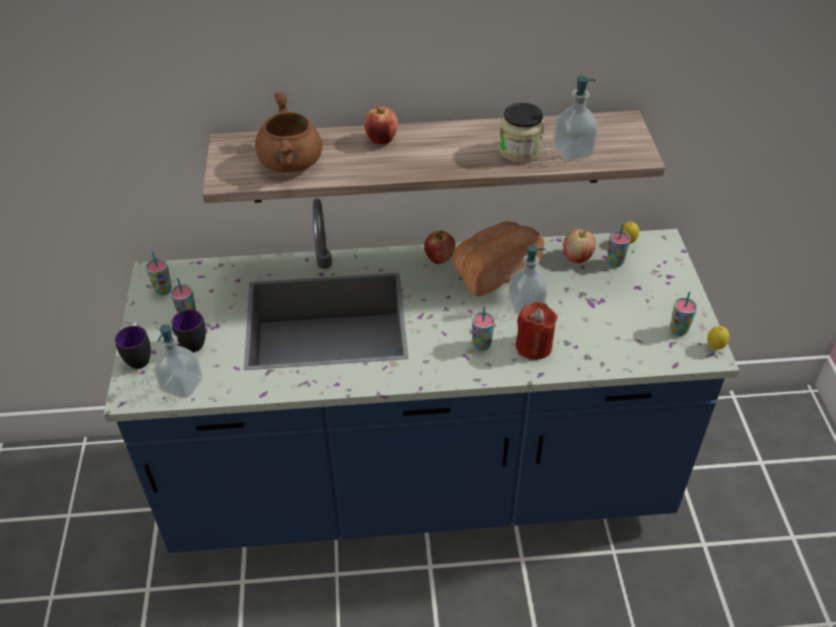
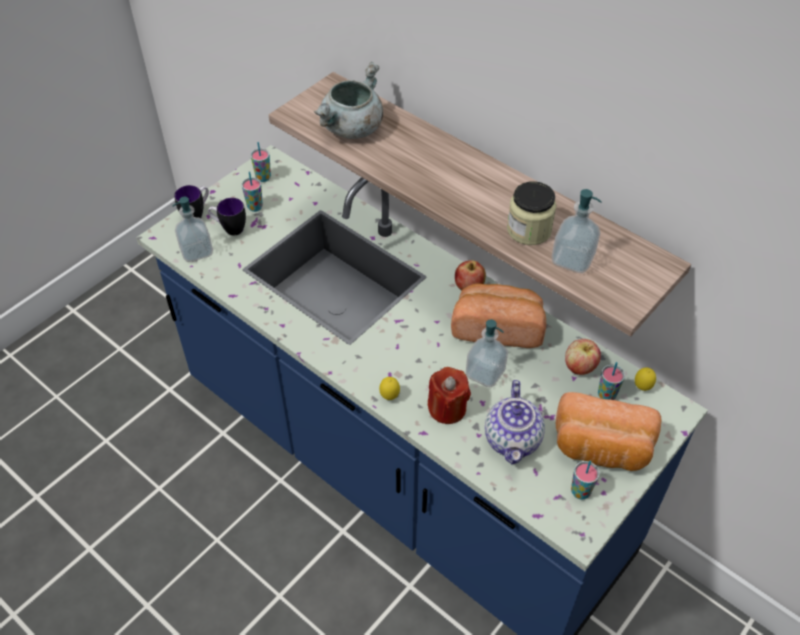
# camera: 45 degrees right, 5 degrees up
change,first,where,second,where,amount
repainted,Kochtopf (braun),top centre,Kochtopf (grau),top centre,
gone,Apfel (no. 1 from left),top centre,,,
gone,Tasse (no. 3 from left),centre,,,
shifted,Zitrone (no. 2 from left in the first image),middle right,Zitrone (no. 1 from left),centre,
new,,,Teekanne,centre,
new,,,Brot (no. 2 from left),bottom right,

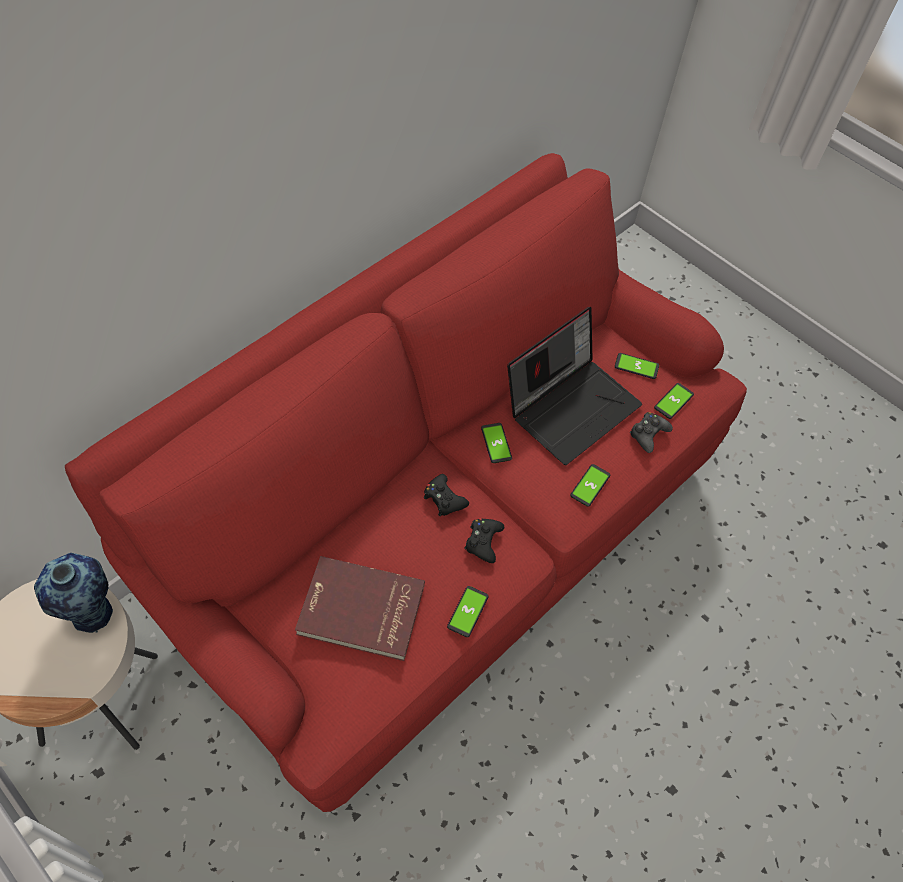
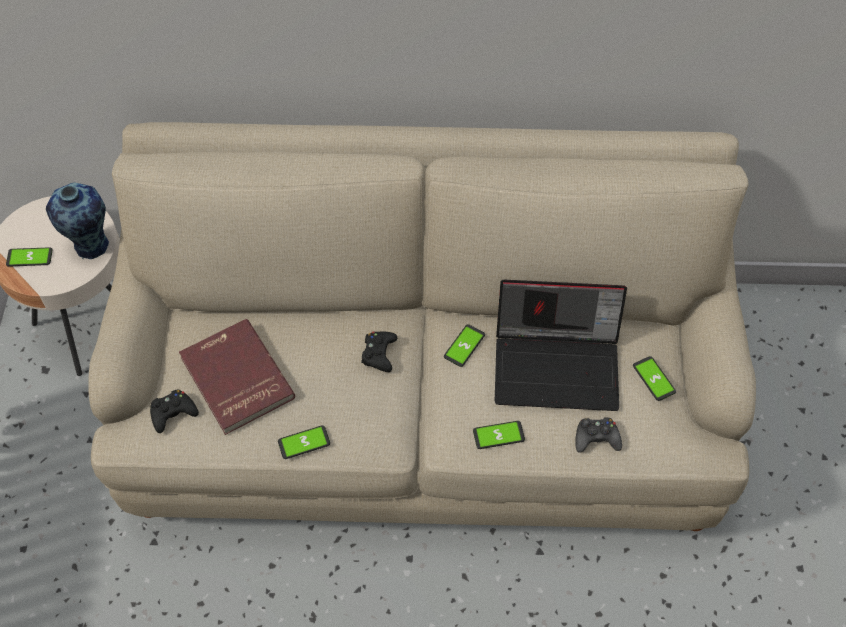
# camera: 50 degrees right, 0 degrees up
change,first,where,second,where,amount
repainted,Sofa (rot),centre,Sofa (beige),centre,
shifted,Gamepad (schwarz) (no. 2 from left in the first image),centre,Gamepad (schwarz) (no. 1 from left),middle left,
shifted,Handy (no. 5 from left in the first image),middle right,Handy (no. 1 from left),middle left,

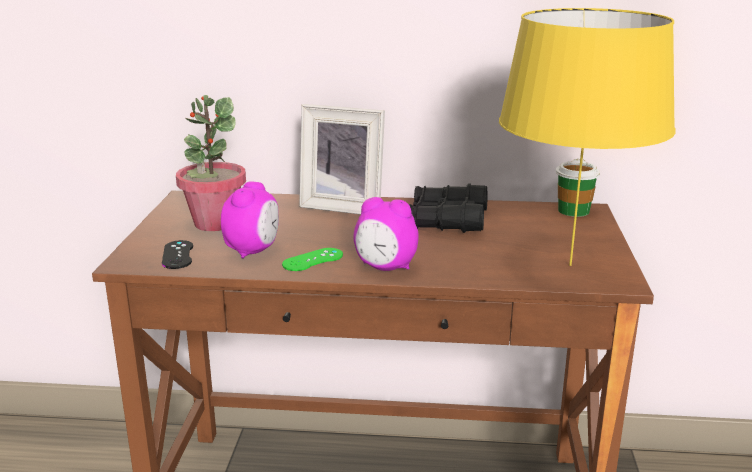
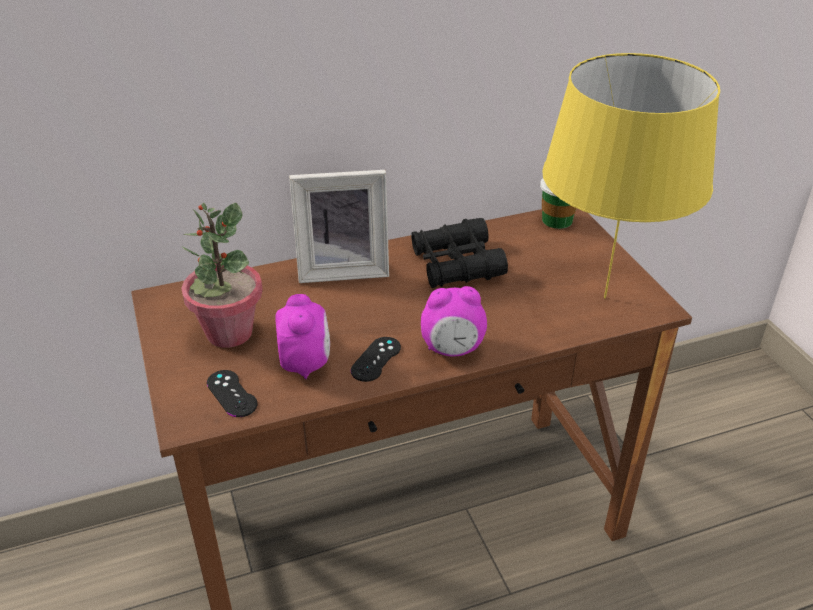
# camera: 25 degrees left, 15 degrees up
change,first,where,second,where,amount
repainted,Gamepad (grün),centre,Gamepad (schwarz) (no. 2 from left),centre,

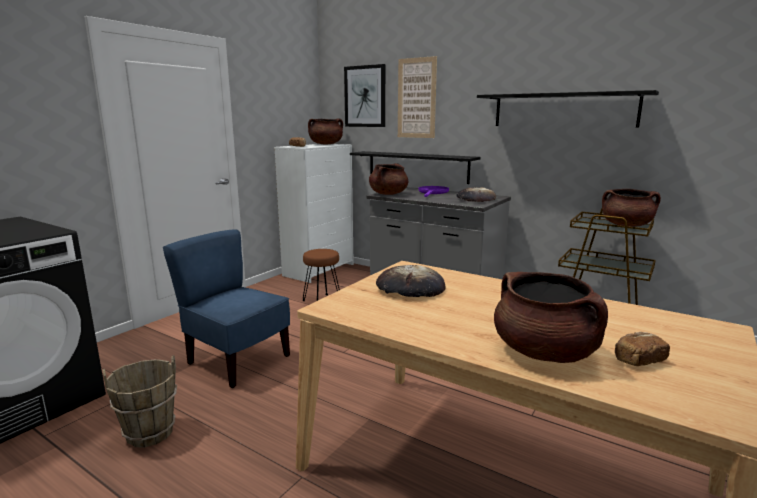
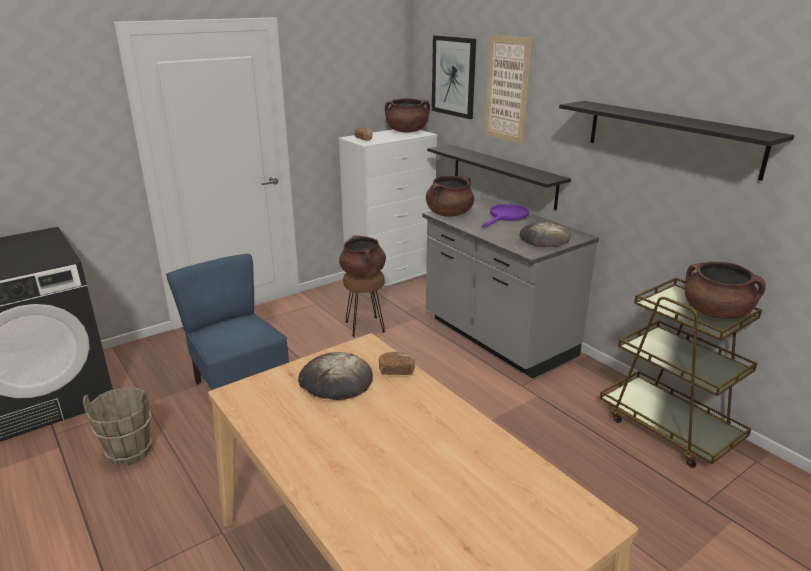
# camera: 20 degrees right, 10 degrees up
change,first,where,second,where,amount
shifted,Kochtopf (braun) (no. 3 from left in the first image),middle right,Kochtopf (braun) (no. 1 from left),centre,
shifted,Brot (no. 4 from left in the first image),bottom right,Brot (no. 3 from left),centre,

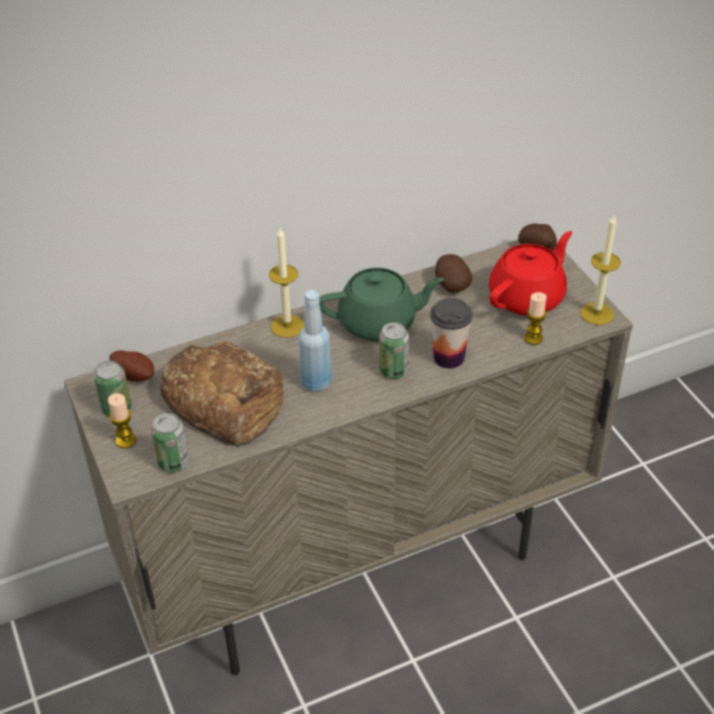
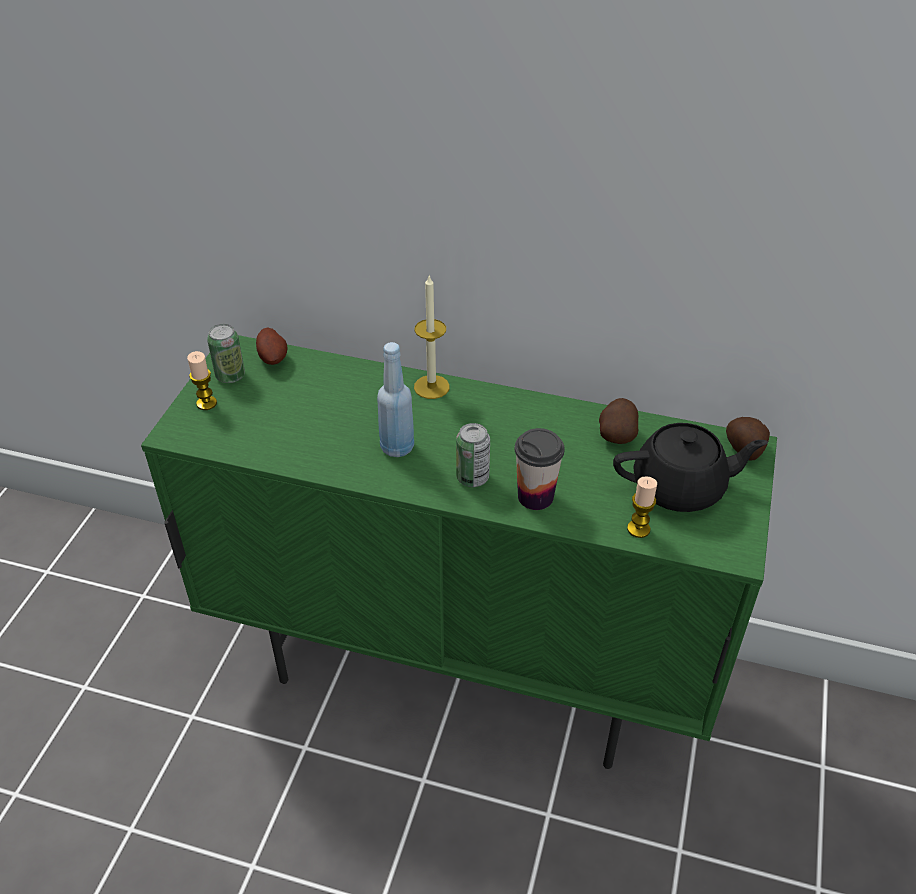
# camera: 40 degrees right, 0 degrees up
change,first,where,second,where,amount
repainted,Schrank (beige),centre,Schrank (grün),centre,
gone,Dose (no. 2 from left),middle left,,,
gone,Brot,middle left,,,
gone,Teekanne (grün),centre,,,
repainted,Teekanne (rot),middle right,Teekanne (schwarz),middle right,
gone,Kerze (no. 4 from left),middle right,,,

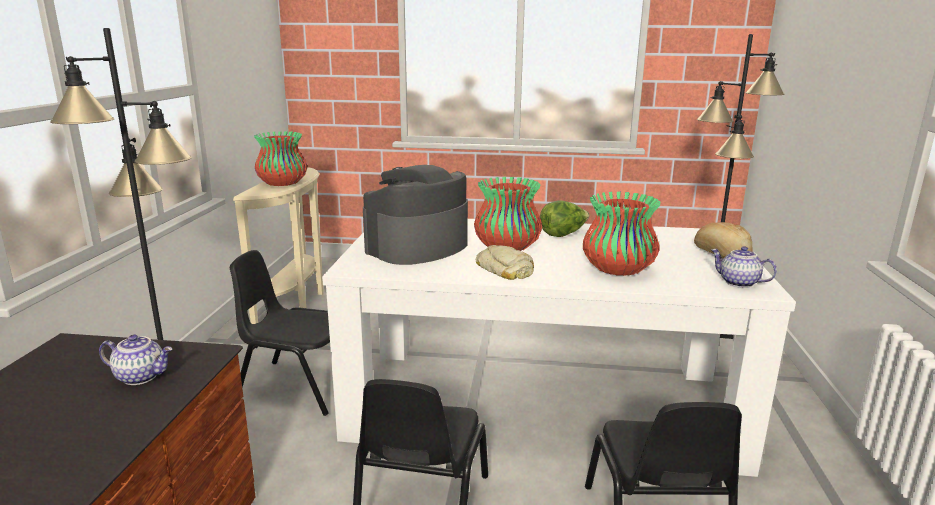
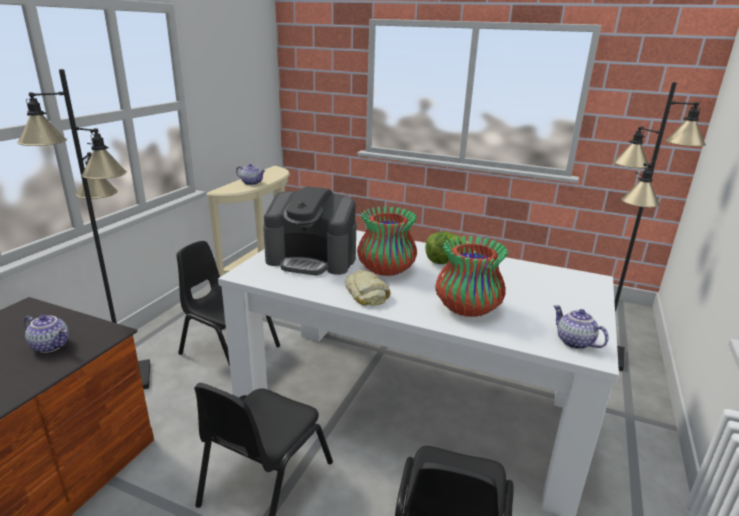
# camera: 15 degrees right, 5 degrees up
change,first,where,second,where,amount
swapped,Vase (no. 1 from left),top left,Teekanne (no. 2 from left),centre,
rotated,Kaffeemaschine,centre,,centre,135 degrees counterclockwise
gone,Brot (no. 2 from left),middle right,,,

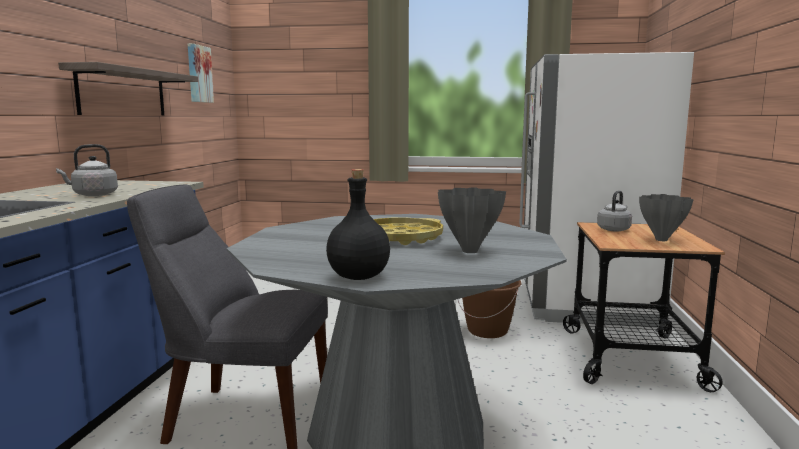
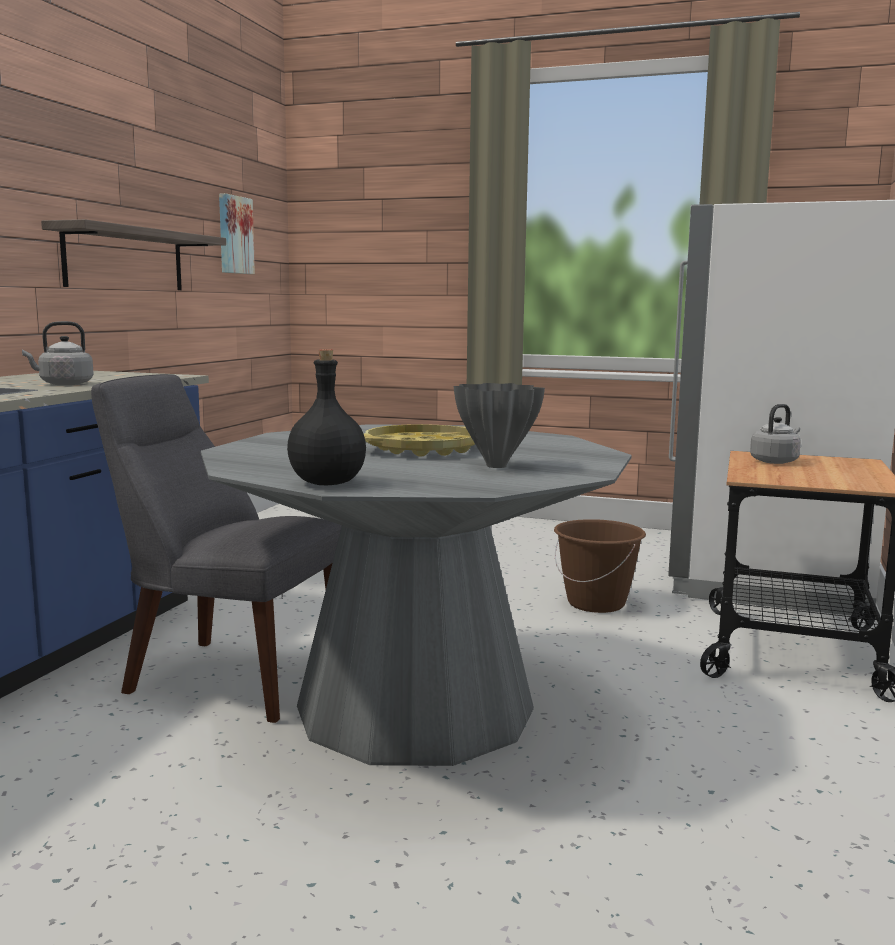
# camera: 10 degrees right, 0 degrees up
change,first,where,second,where,amount
gone,Vase (grau) (no. 2 from left),middle right,,,

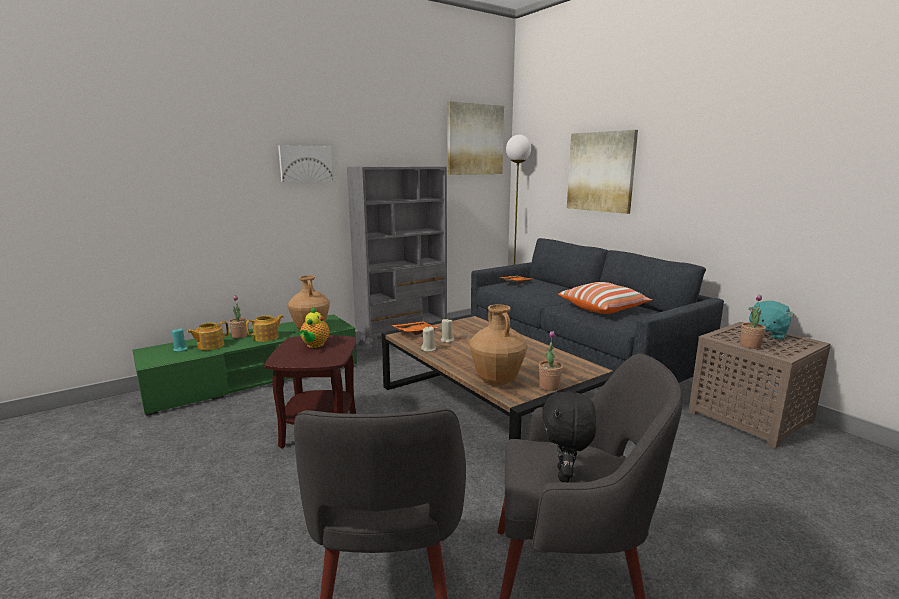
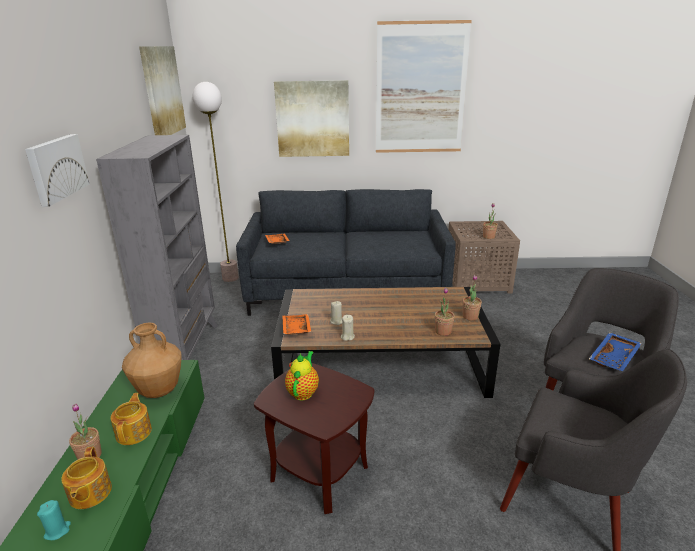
# camera: 55 degrees left, 10 degrees up
change,first,where,second,where,amount
rotated,Teekanne (no. 3 from left),centre,,bottom centre,120 degrees counterclockwise
swapped,Vase (braun) (no. 2 from left),centre,Topfpflanze (no. 2 from left),centre,
swapped,Plüschtier (schwarz),bottom centre,Tablett (blau),middle right,
gone,Kissen,middle right,,,
gone,Plüschtier (türkis),middle right,,,
new,,,Bild (no. 4 from left),top centre,

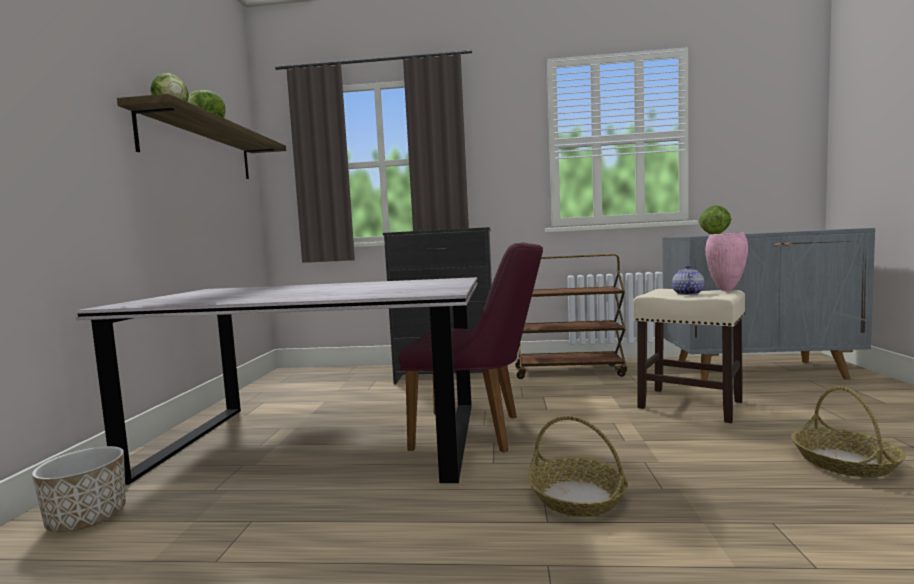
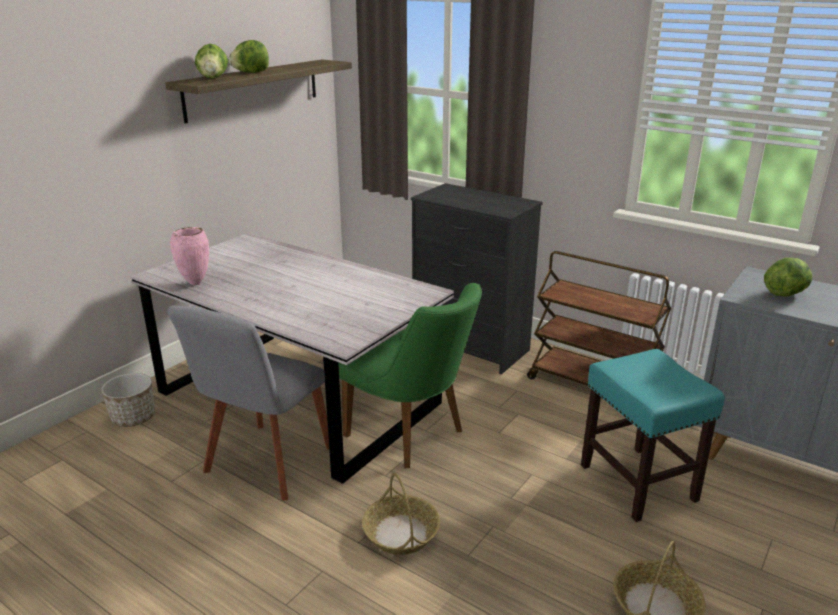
# camera: 30 degrees right, 20 degrees up
change,first,where,second,where,amount
repainted,Stuhl (lila),centre,Stuhl (grün),centre,
repainted,Hocker (beige),middle right,Hocker (türkis),bottom right,
gone,Teekanne,middle right,,,
shifted,Vase (rosa),middle right,,middle left,
new,,,Stuhl (grau),middle left,

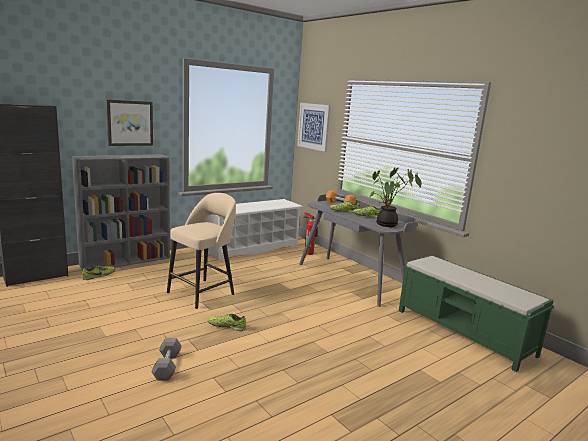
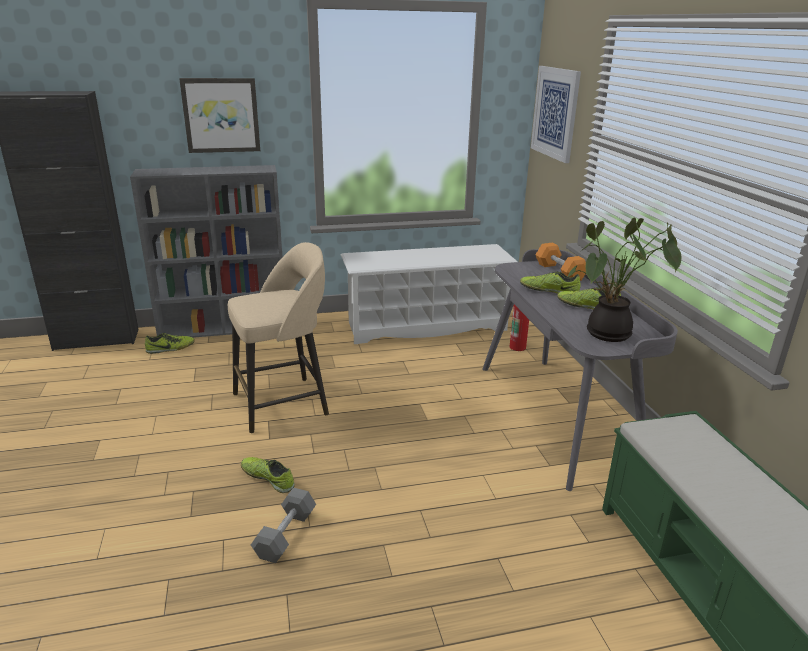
# camera: 25 degrees right, 10 degrees up
change,first,where,second,where,amount
shifted,Hantel (grau),bottom left,,bottom centre,

